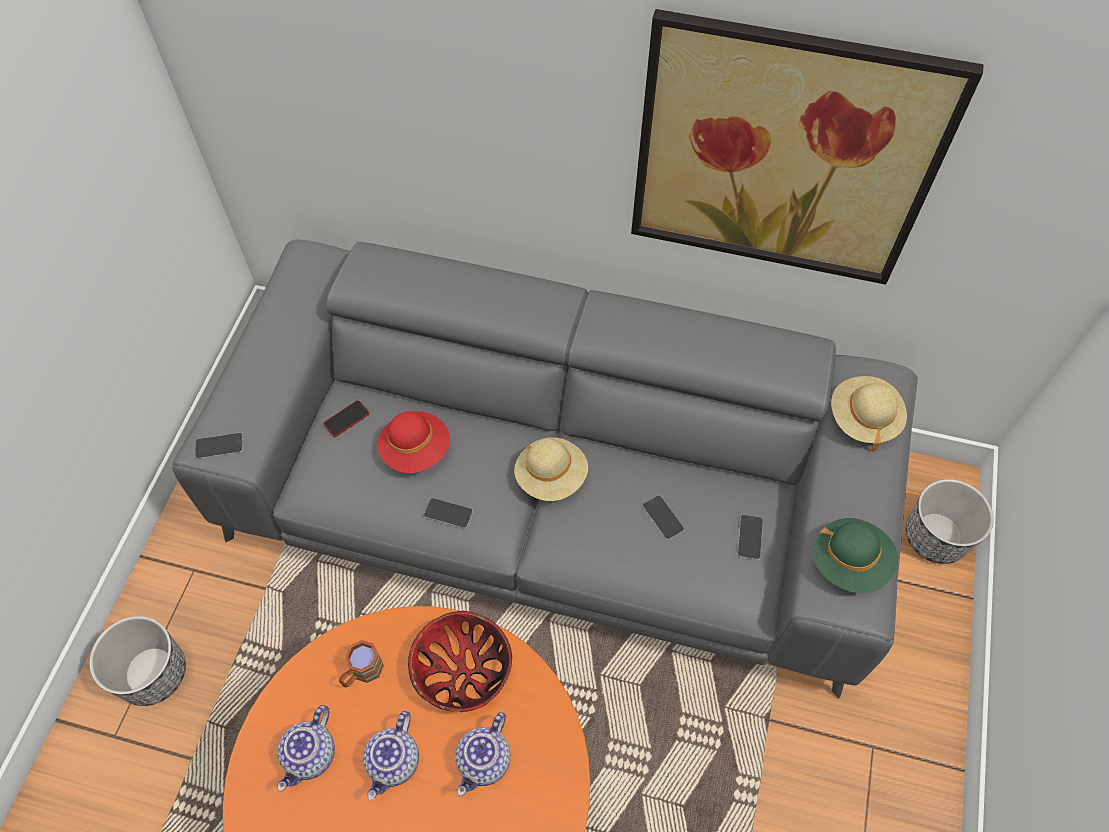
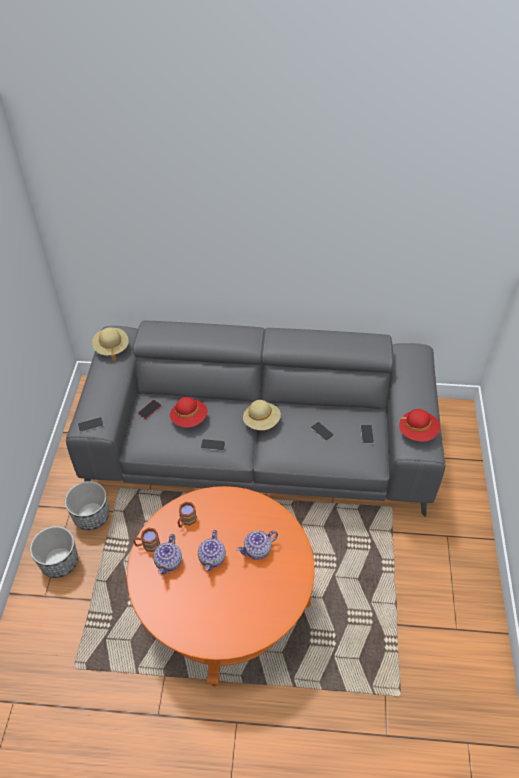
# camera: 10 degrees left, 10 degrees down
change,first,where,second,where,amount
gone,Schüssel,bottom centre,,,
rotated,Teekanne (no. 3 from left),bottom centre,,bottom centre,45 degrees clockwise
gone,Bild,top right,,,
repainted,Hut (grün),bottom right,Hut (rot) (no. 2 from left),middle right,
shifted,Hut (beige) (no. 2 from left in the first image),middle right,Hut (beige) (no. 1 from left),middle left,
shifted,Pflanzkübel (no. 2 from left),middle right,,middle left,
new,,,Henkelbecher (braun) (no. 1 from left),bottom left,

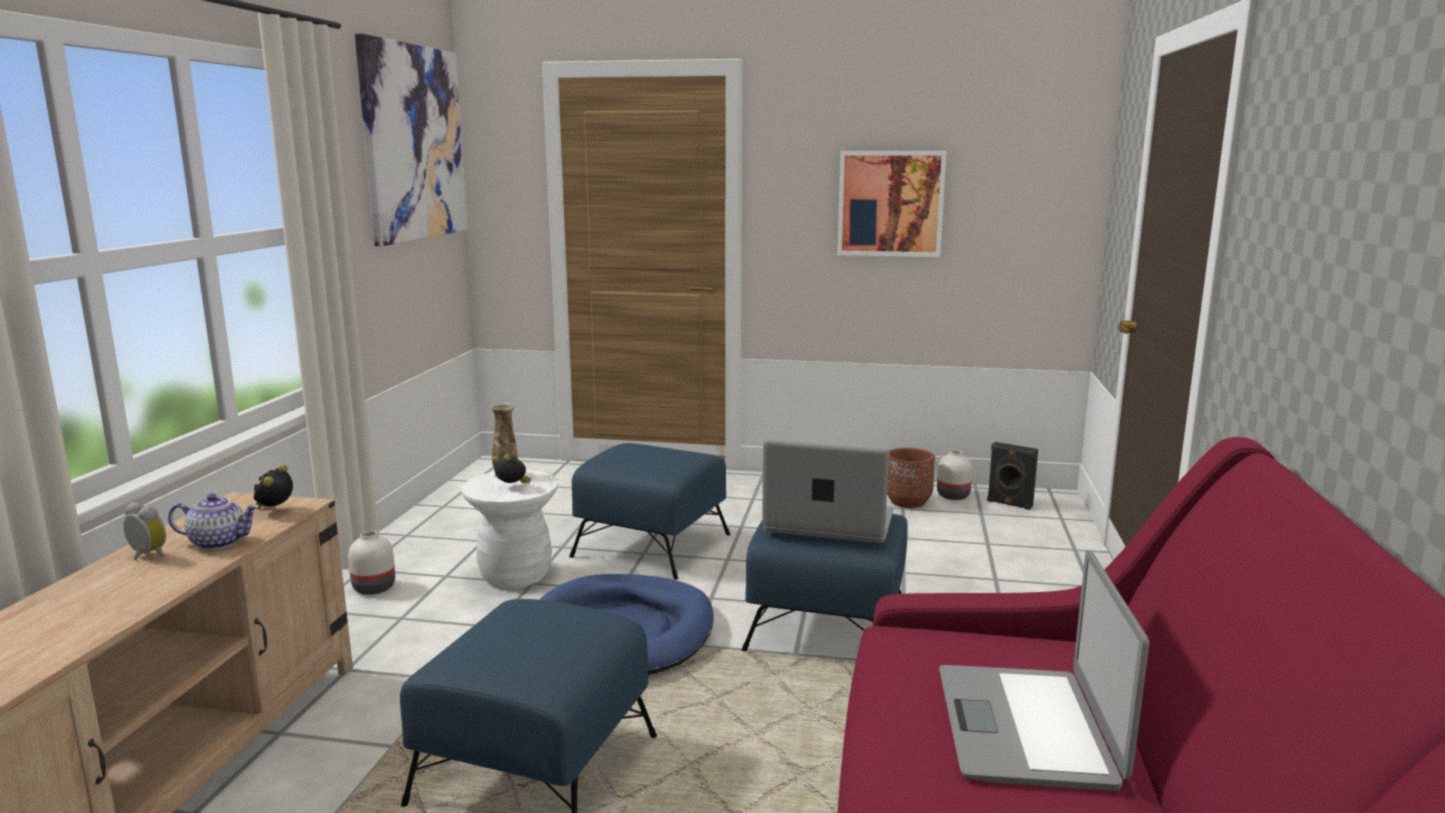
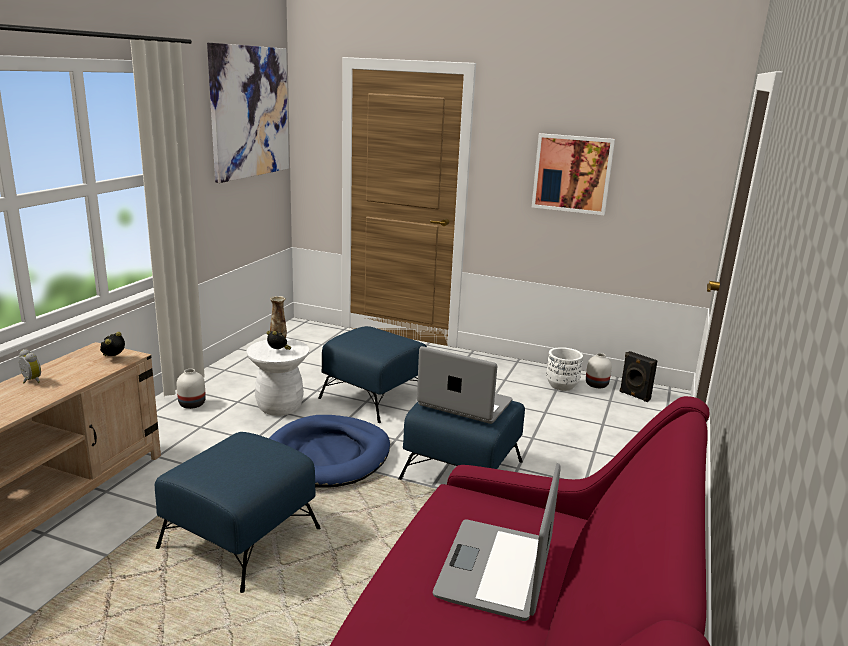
# camera: 10 degrees right, 5 degrees up
change,first,where,second,where,amount
gone,Teekanne,middle left,,,
repainted,Pflanzkübel (braun),centre,Pflanzkübel (weiß),centre,

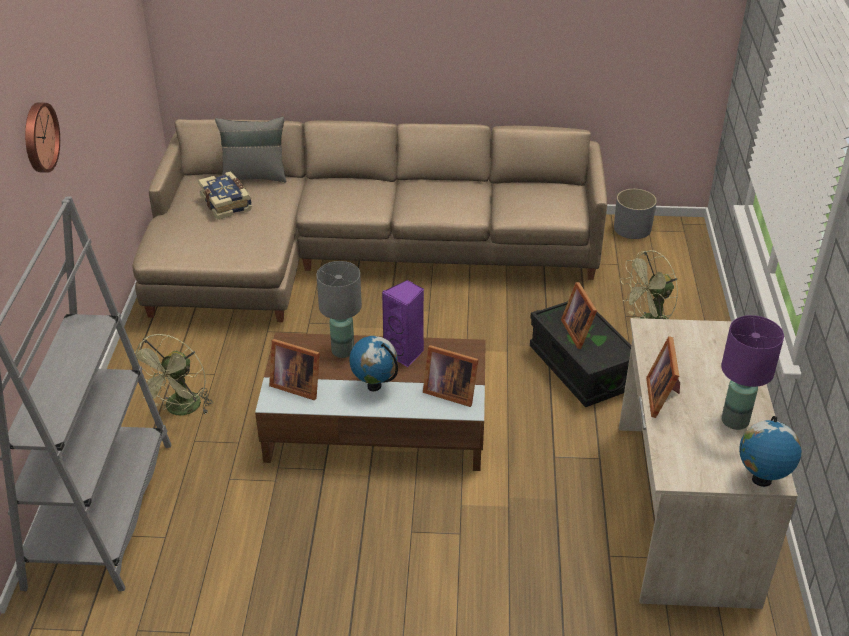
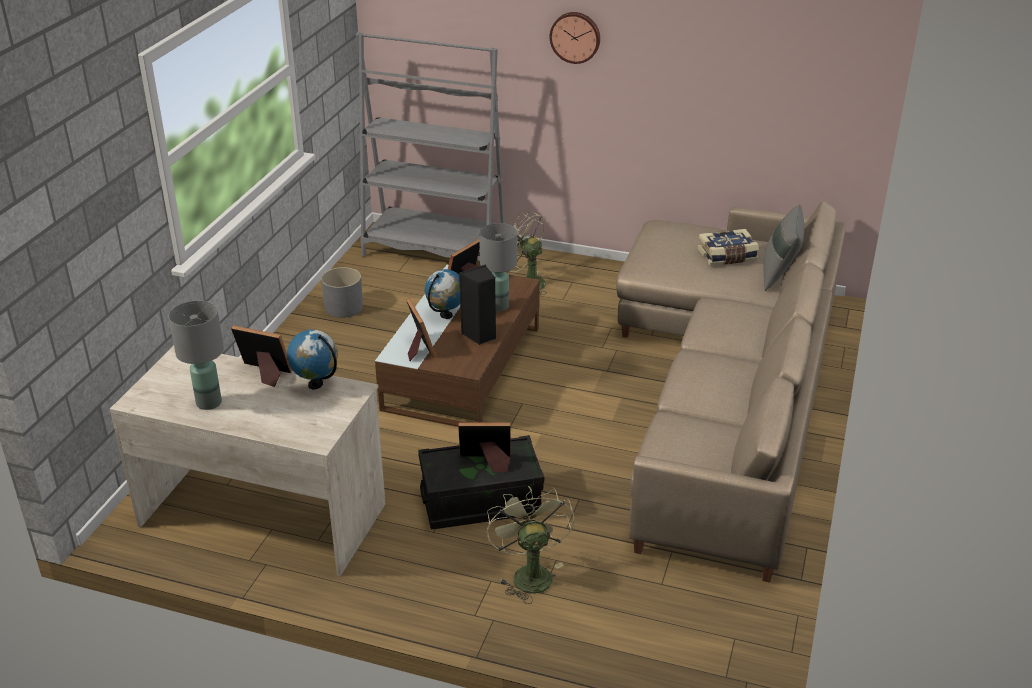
# camera: 105 degrees right, 5 degrees down
change,first,where,second,where,amount
repainted,Lautsprecher (lila),centre,Lautsprecher (schwarz),centre,
rotated,Bilderrahmen (no. 2 from left),centre,,centre,120 degrees clockwise
shifted,Pflanzkübel (grau),middle right,,middle left,
repainted,Tischlampe (lila),middle right,Tischlampe (grau) (no. 1 from left),middle left,
shifted,Globus (no. 2 from left in the first image),bottom right,Globus (no. 1 from left),middle left,

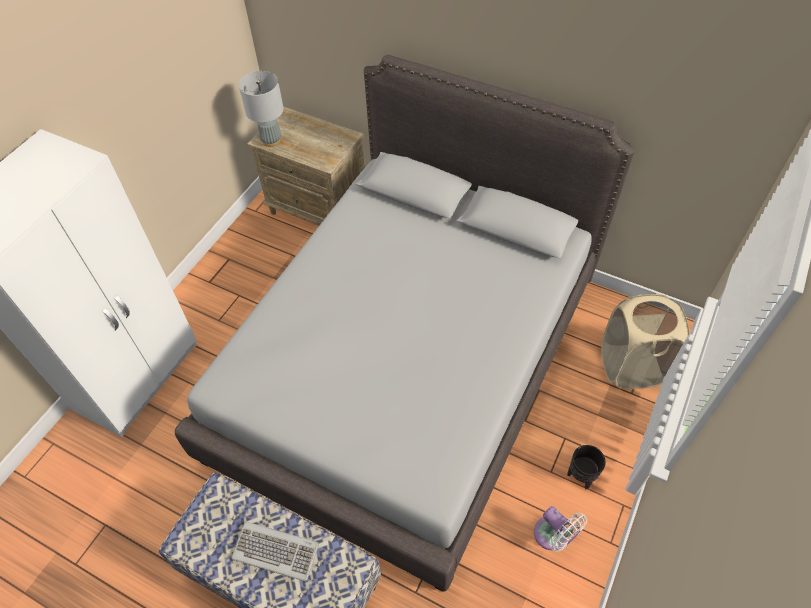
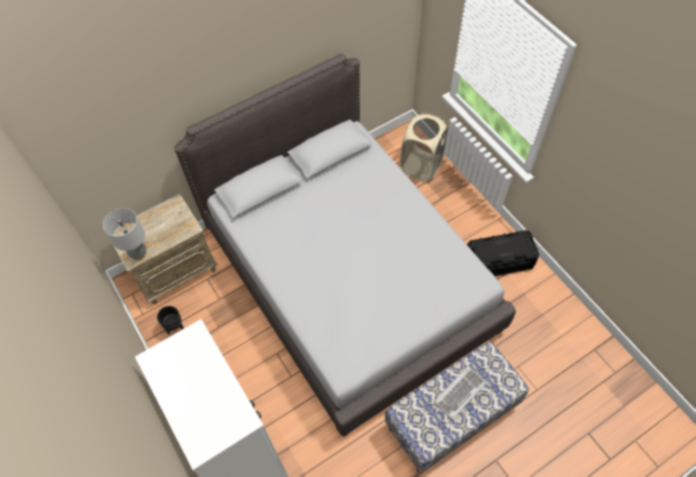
# camera: 60 degrees left, 5 degrees up
change,first,where,second,where,amount
swapped,Ventilator (weiß),bottom right,Aufbewahrungsbox (schwarz),middle right,
shifted,Pflanzkübel (schwarz),bottom right,,bottom left,

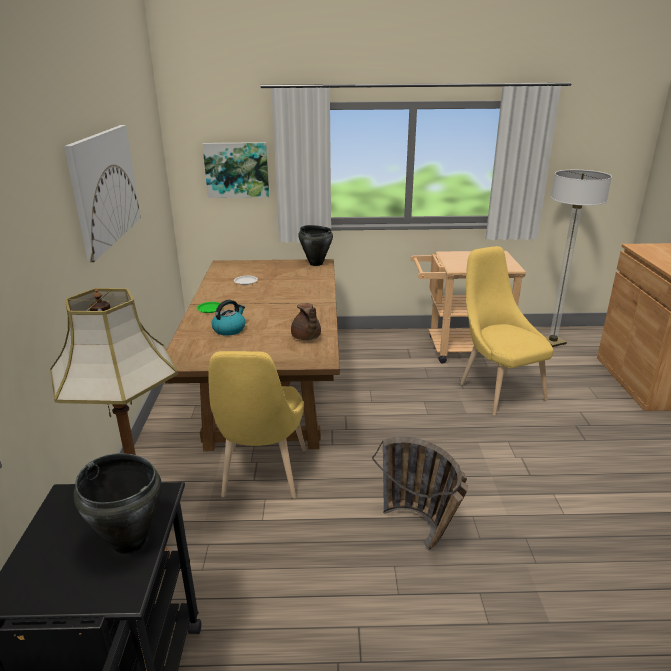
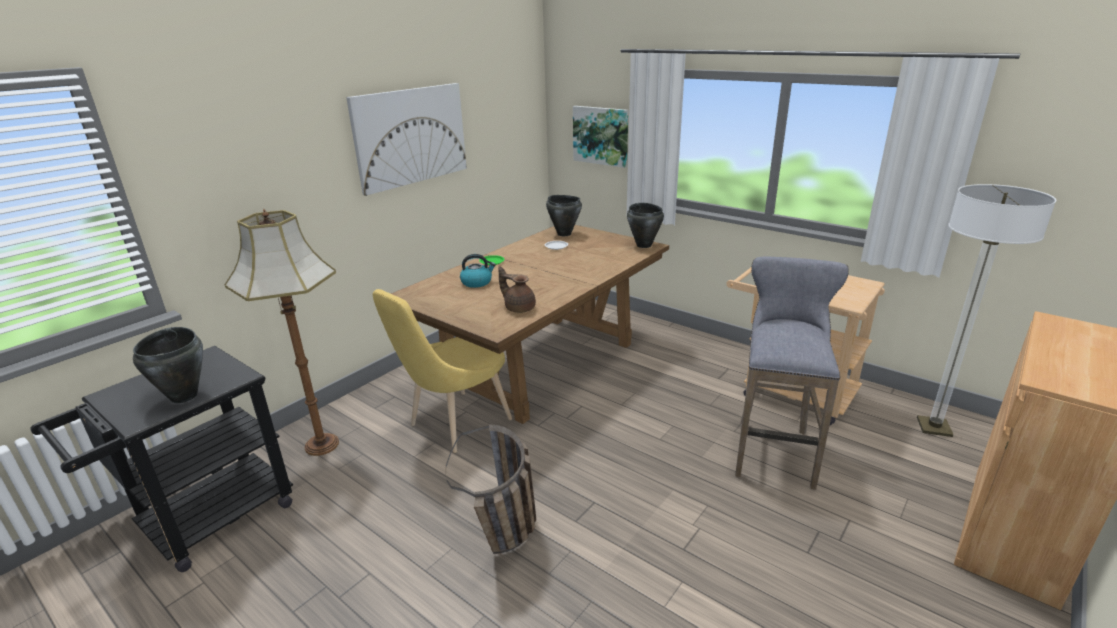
# camera: 40 degrees right, 0 degrees up
change,first,where,second,where,amount
rotated,Teekanne (braun),centre,,centre,105 degrees clockwise
swapped,Stuhl (gelb) (no. 2 from left),middle right,Hocker (grau),middle right,
new,,,Kochtopf (schwarz) (no. 2 from left),centre,

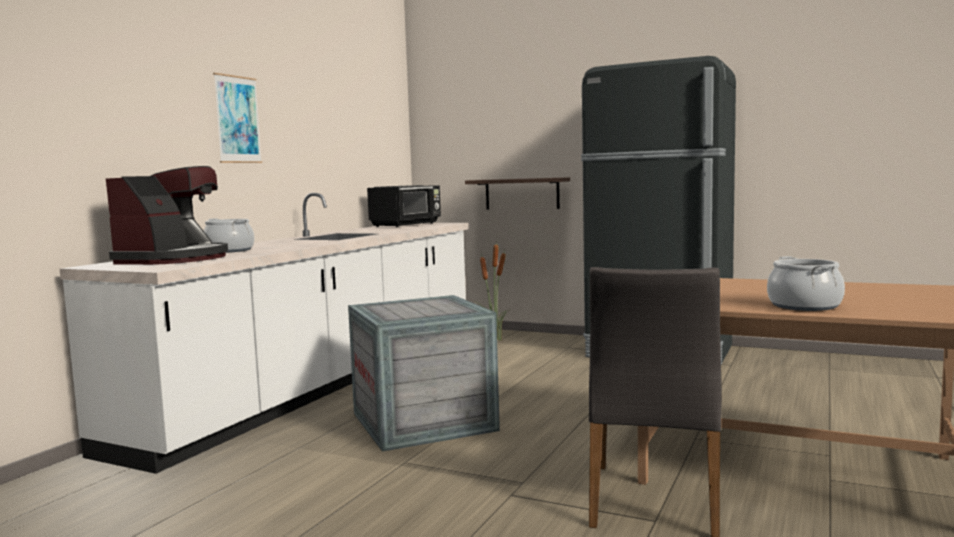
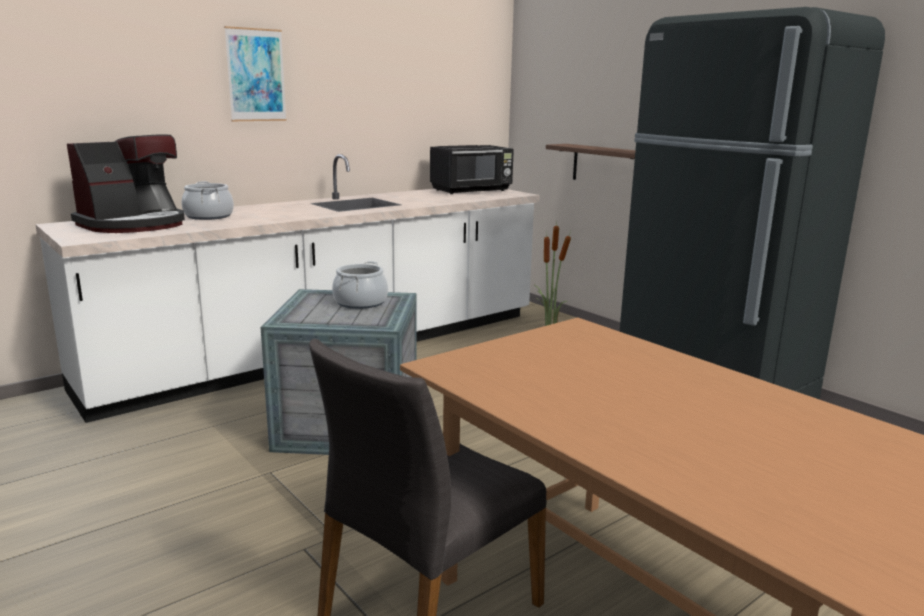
# camera: 25 degrees right, 10 degrees up
change,first,where,second,where,amount
shifted,Kochtopf (no. 2 from left),middle right,,centre,

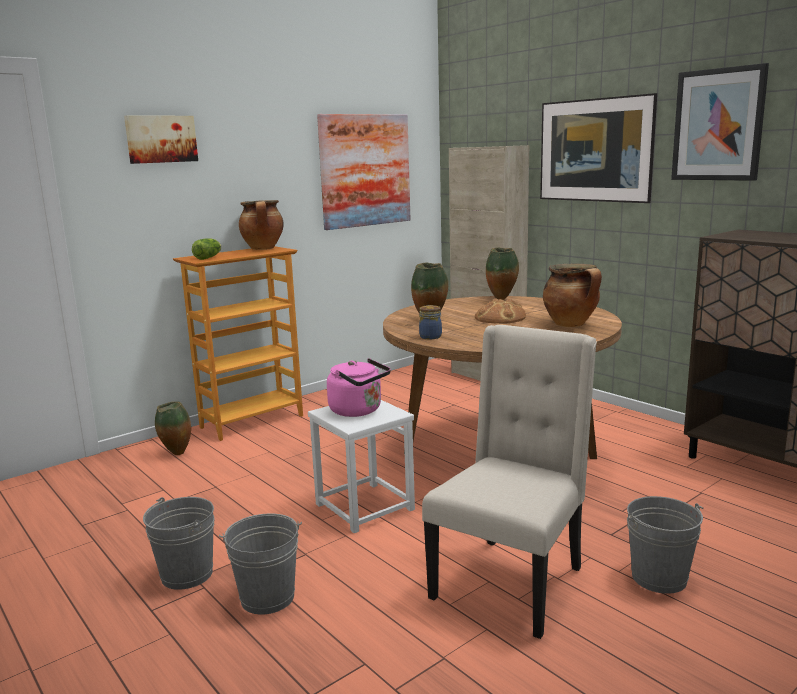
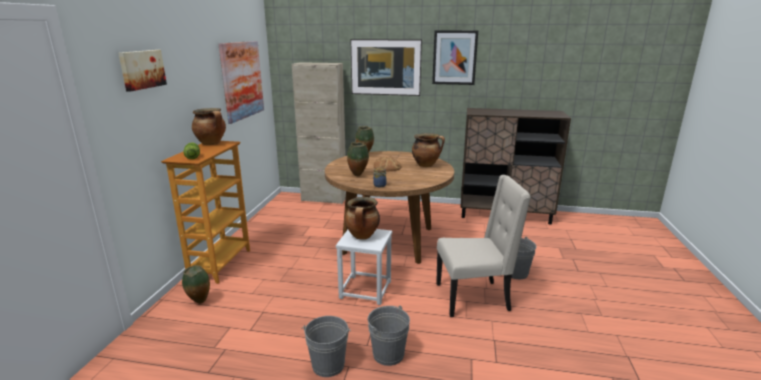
# camera: 40 degrees left, 5 degrees up
change,first,where,second,where,amount
swapped,Wasserkessel (rosa),centre,Kochtopf (no. 2 from left),centre,
rotated,Stuhl (beige),bottom centre,,centre,90 degrees clockwise

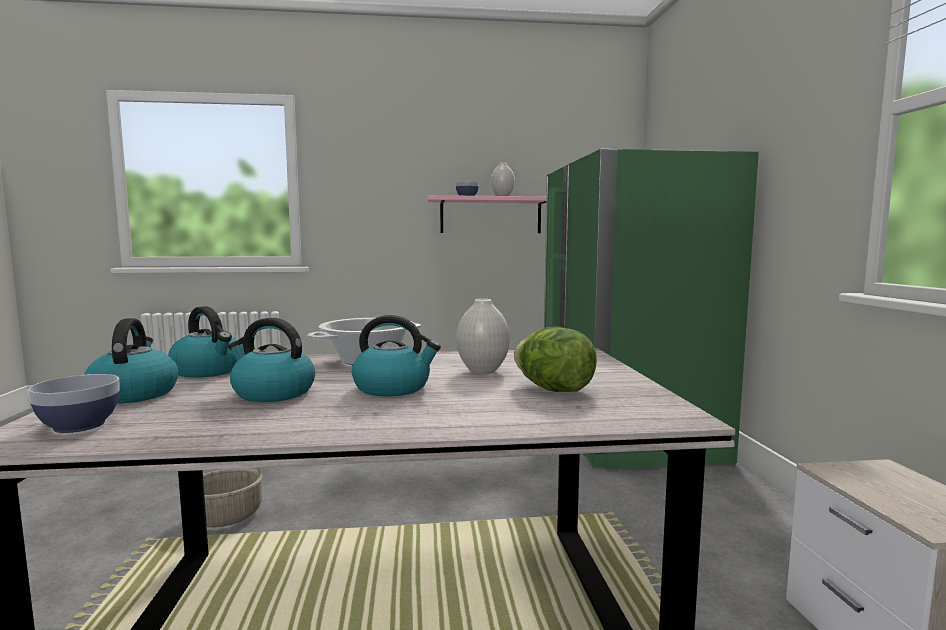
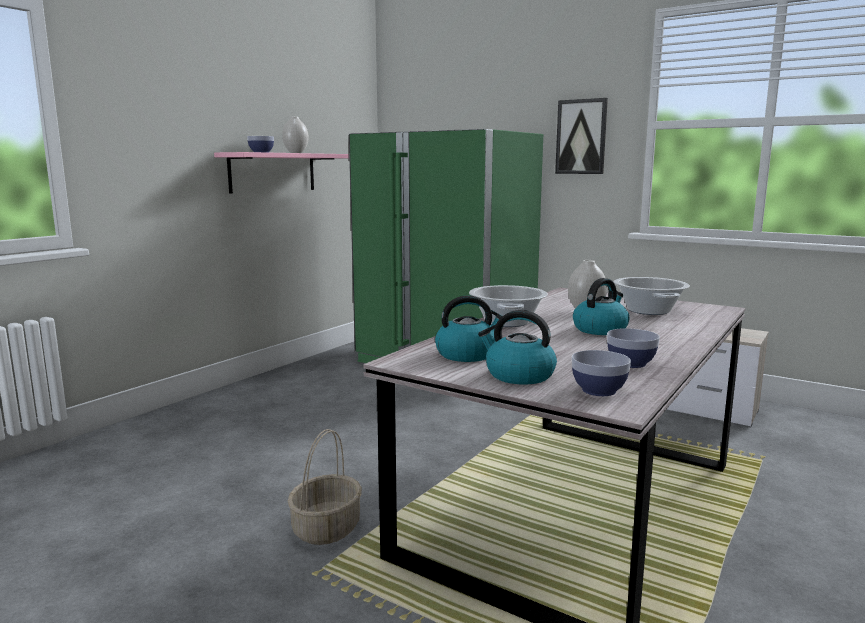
# camera: 50 degrees left, 5 degrees up
change,first,where,second,where,amount
gone,Wasserkessel (no. 3 from left),middle left,,,
swapped,Salatkopf,centre,Kochtopf (no. 2 from left),middle right,
new,,,Bild,top right,
new,,,Schüssel (no. 3 from left),middle right,

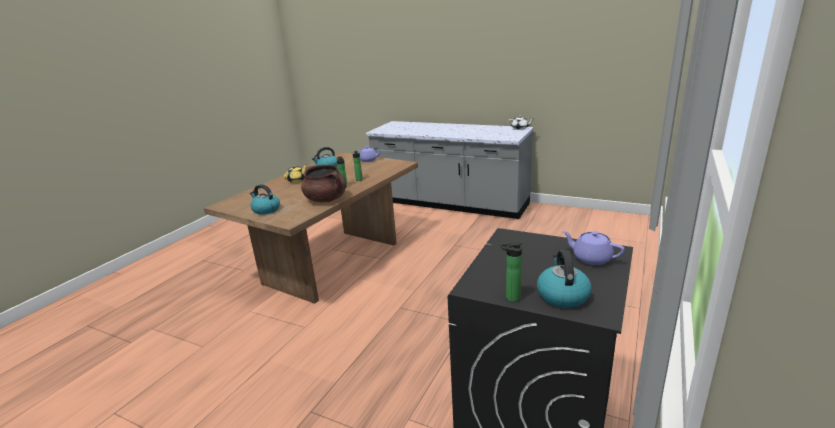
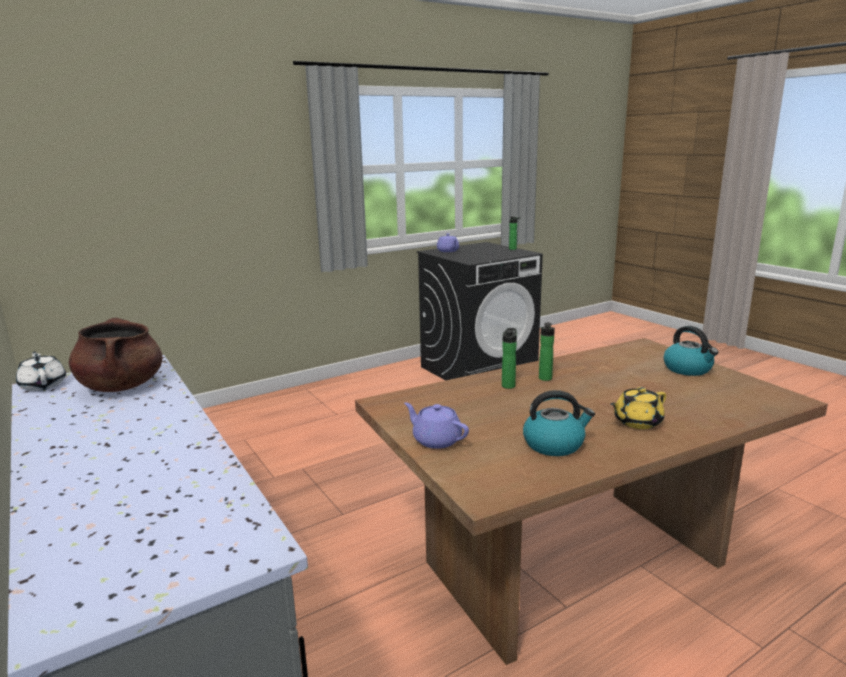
# camera: 150 degrees left, 5 degrees down
change,first,where,second,where,amount
shifted,Kochtopf (braun),centre,,middle left,
gone,Wasserkessel (no. 3 from left),middle right,,,

